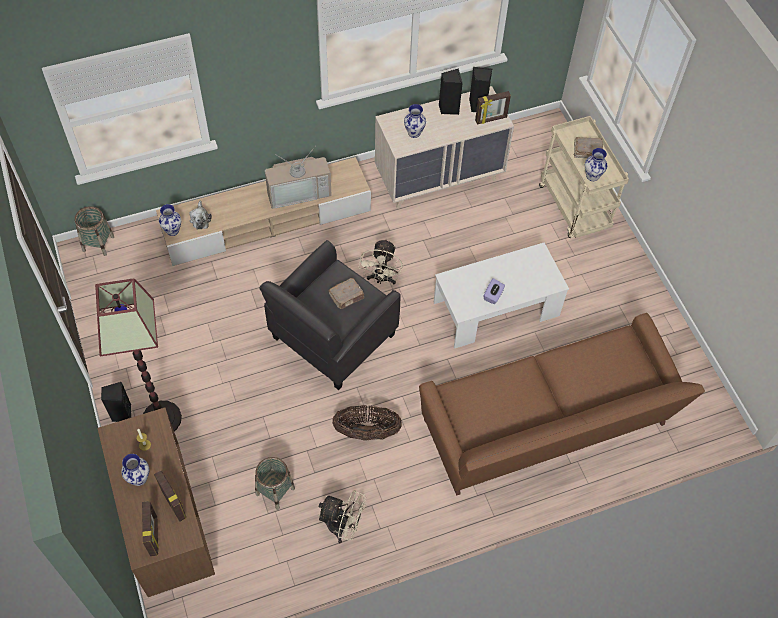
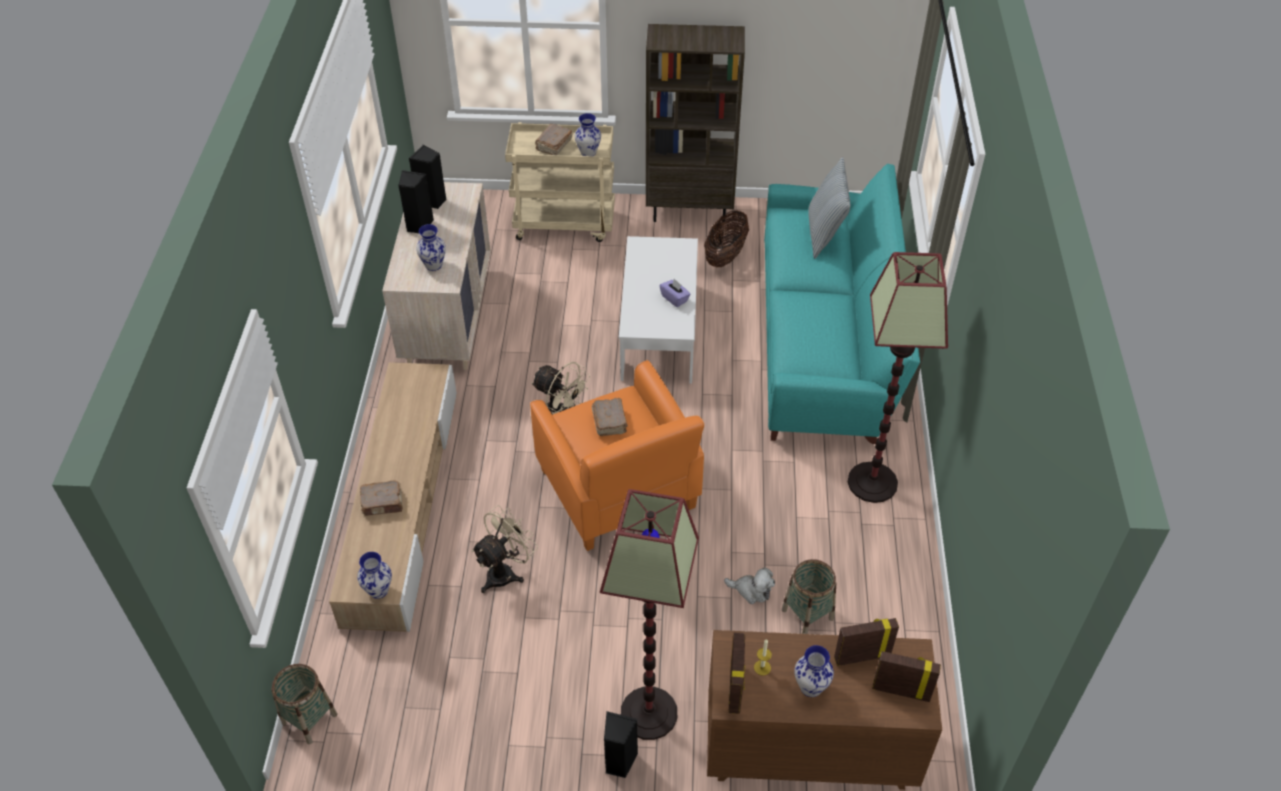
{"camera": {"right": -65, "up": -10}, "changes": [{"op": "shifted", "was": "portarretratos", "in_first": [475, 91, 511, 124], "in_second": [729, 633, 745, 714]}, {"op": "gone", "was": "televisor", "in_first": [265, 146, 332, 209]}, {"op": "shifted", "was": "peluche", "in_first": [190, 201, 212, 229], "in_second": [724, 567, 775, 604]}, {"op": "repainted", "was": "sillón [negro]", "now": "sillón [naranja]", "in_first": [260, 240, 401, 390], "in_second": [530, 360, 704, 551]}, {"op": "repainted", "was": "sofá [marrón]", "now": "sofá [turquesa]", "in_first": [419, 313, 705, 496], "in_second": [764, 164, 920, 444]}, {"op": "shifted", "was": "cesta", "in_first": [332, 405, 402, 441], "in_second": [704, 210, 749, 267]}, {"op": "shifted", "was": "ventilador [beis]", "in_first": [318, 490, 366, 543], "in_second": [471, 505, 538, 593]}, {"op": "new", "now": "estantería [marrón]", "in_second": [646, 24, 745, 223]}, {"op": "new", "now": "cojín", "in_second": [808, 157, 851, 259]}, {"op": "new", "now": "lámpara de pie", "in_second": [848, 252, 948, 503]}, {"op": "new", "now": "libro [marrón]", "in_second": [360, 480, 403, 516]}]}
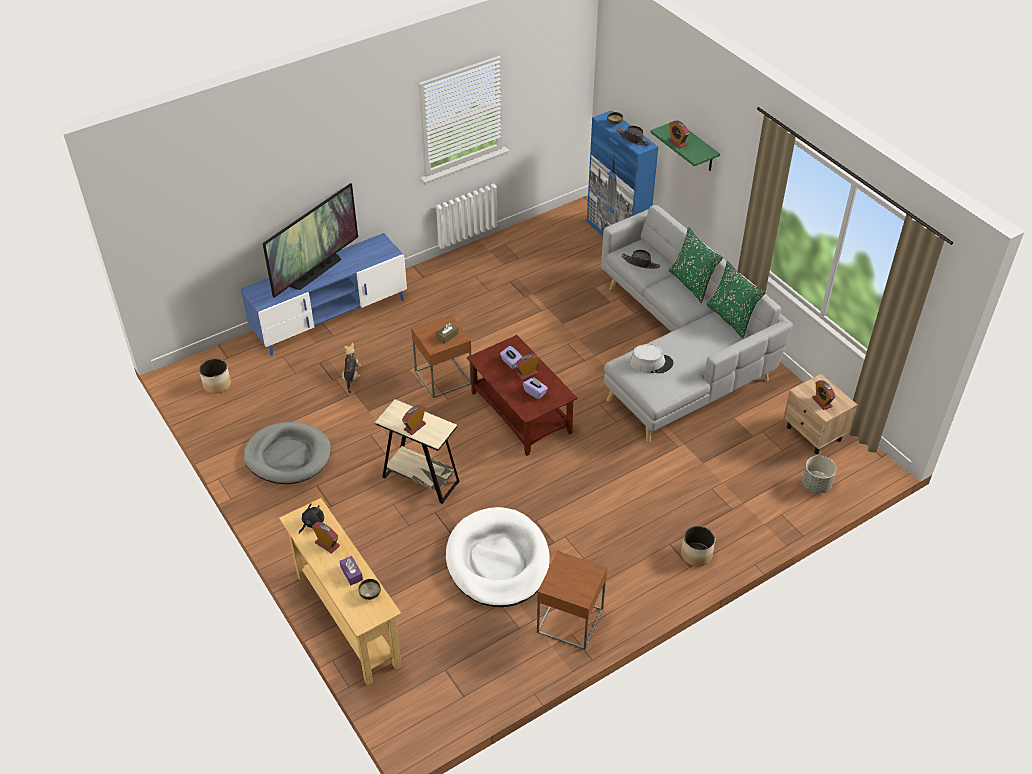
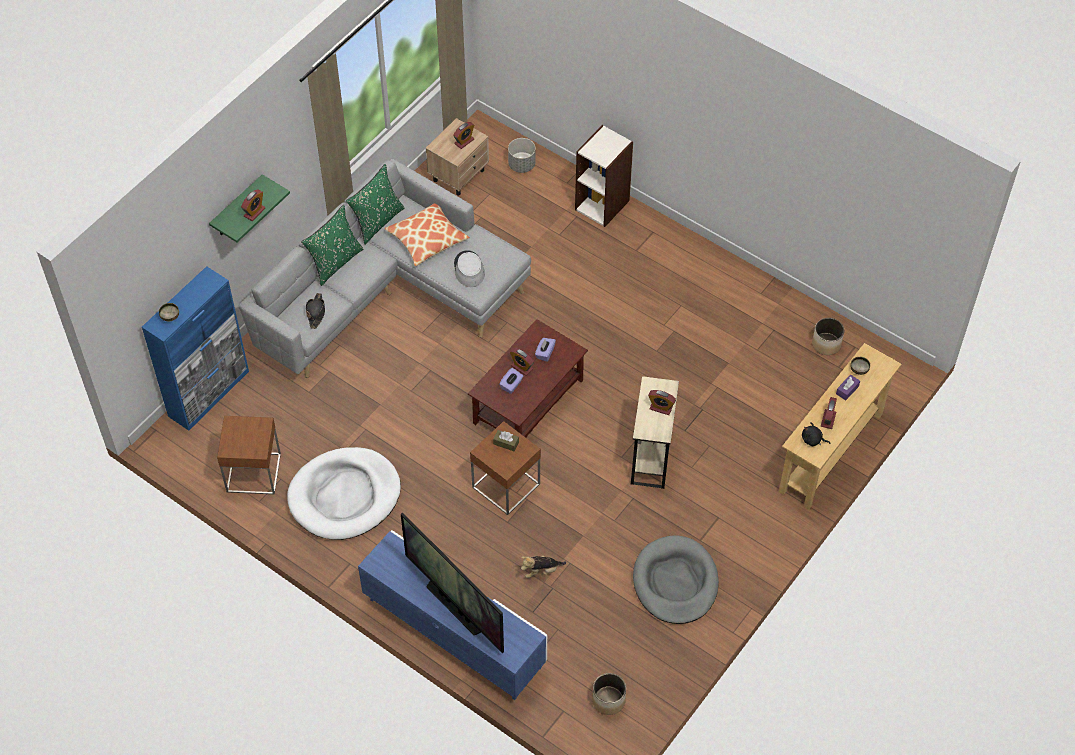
{"camera": {"right": -110, "up": 10}, "changes": [{"op": "gone", "was": "sombrero [negro]", "in_first": [616, 126, 651, 146]}, {"op": "rotated", "was": "televisor", "in_first": [263, 183, 358, 298], "in_second": [401, 513, 504, 653], "clockwise": -150}, {"op": "shifted", "was": "cama para perro [blanco]", "in_first": [446, 507, 550, 607], "in_second": [287, 447, 401, 540]}, {"op": "shifted", "was": "maceta", "in_first": [681, 526, 715, 567], "in_second": [812, 318, 844, 355]}, {"op": "shifted", "was": "mesa auxiliar [marrón]", "in_first": [537, 551, 607, 650], "in_second": [217, 416, 281, 494]}, {"op": "new", "now": "estantería", "in_second": [575, 125, 633, 227]}, {"op": "new", "now": "cojín", "in_second": [385, 204, 470, 266]}]}
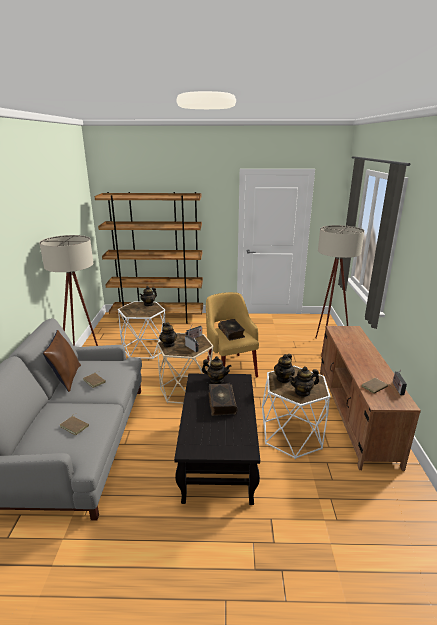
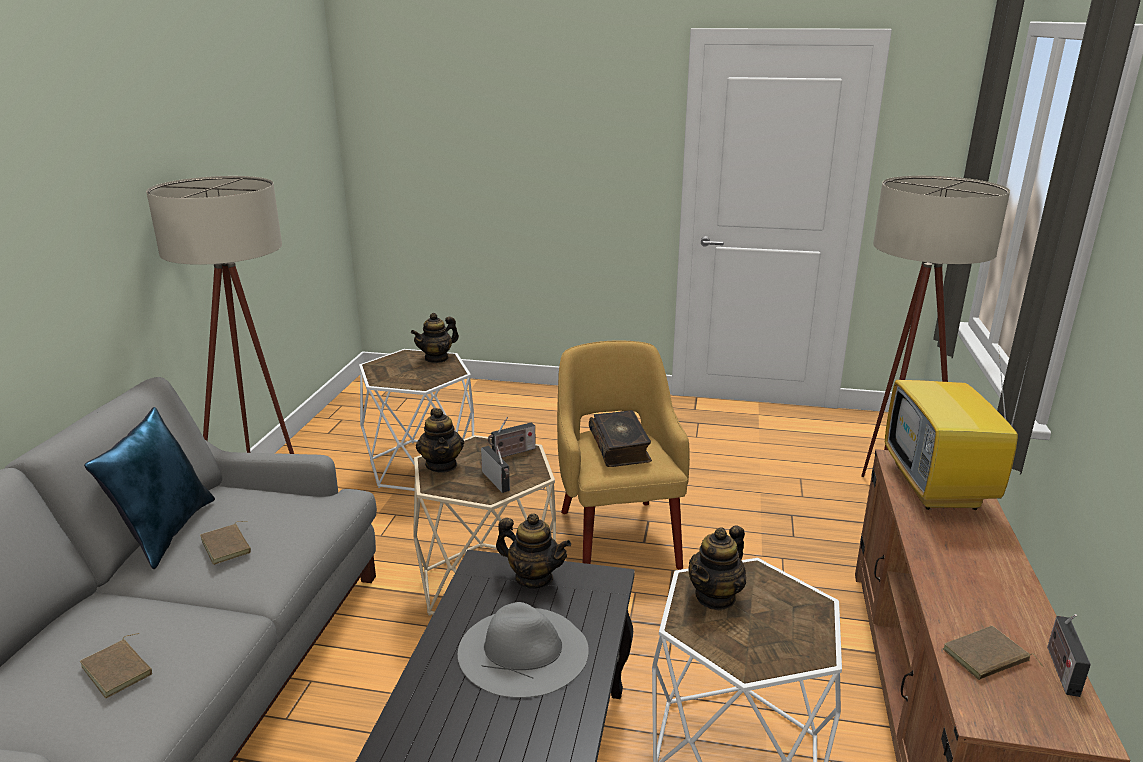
{"camera": {"right": 10, "up": 0}, "changes": [{"op": "gone", "was": "estantería [marrón]", "in_first": [94, 192, 203, 324]}, {"op": "repainted", "was": "cojín [marrón]", "now": "cojín [azul]", "in_first": [43, 330, 81, 392], "in_second": [84, 407, 215, 569]}, {"op": "gone", "was": "tetera", "in_first": [289, 366, 319, 397]}, {"op": "swapped", "was": "libro", "now": "sombrero [gris]", "in_first": [208, 384, 238, 416], "in_second": [458, 602, 589, 698]}, {"op": "new", "now": "televisor", "in_second": [885, 345, 1030, 510]}]}
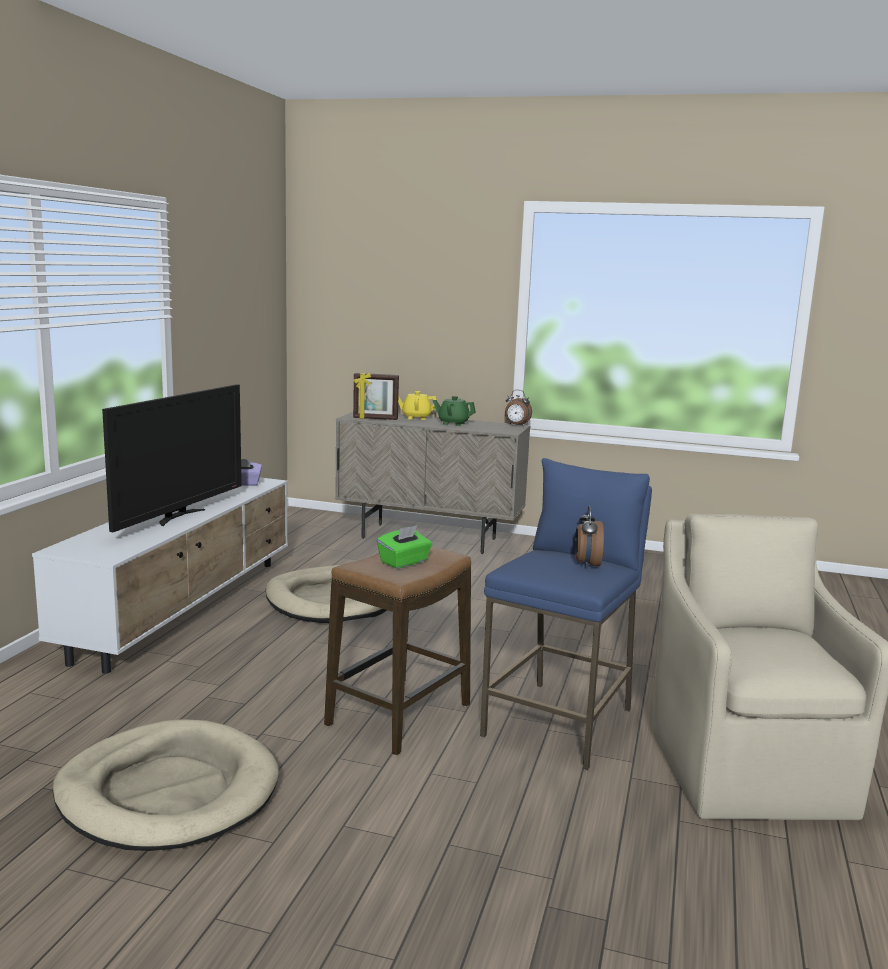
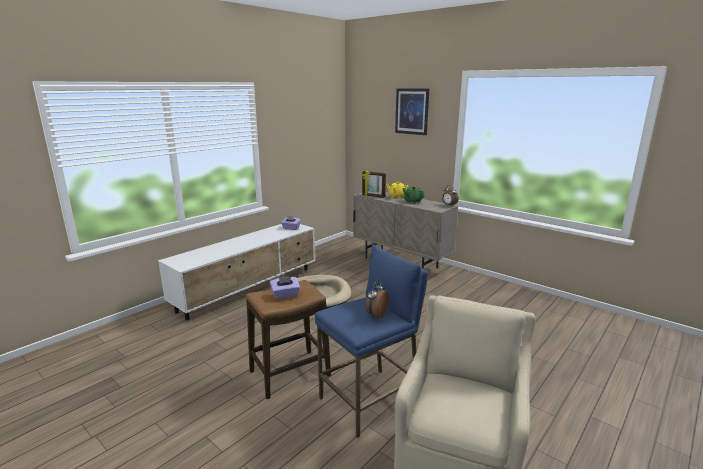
{"camera": {"right": 25, "up": 5}, "changes": [{"op": "gone", "was": "televisor", "in_first": [102, 384, 242, 532]}, {"op": "repainted", "was": "caja de pañuelos [verde]", "now": "caja de pañuelos [morado]", "in_first": [377, 525, 432, 569], "in_second": [270, 277, 300, 299]}, {"op": "gone", "was": "cama para perro [beis]", "in_first": [52, 719, 279, 851]}, {"op": "new", "now": "cuadro", "in_second": [395, 88, 429, 135]}]}
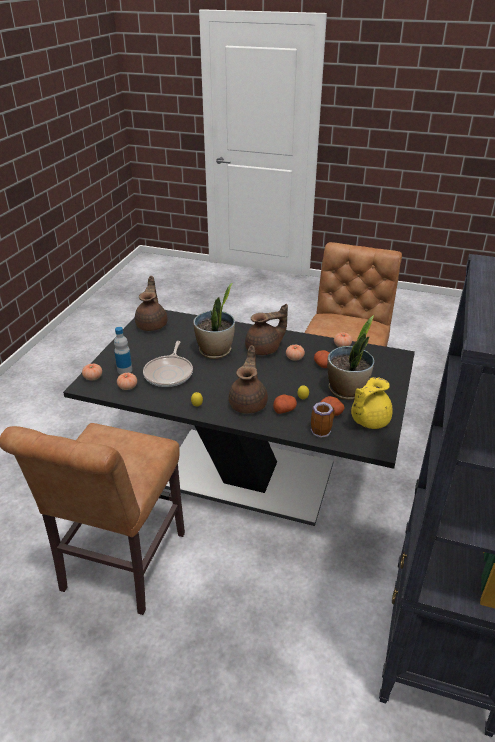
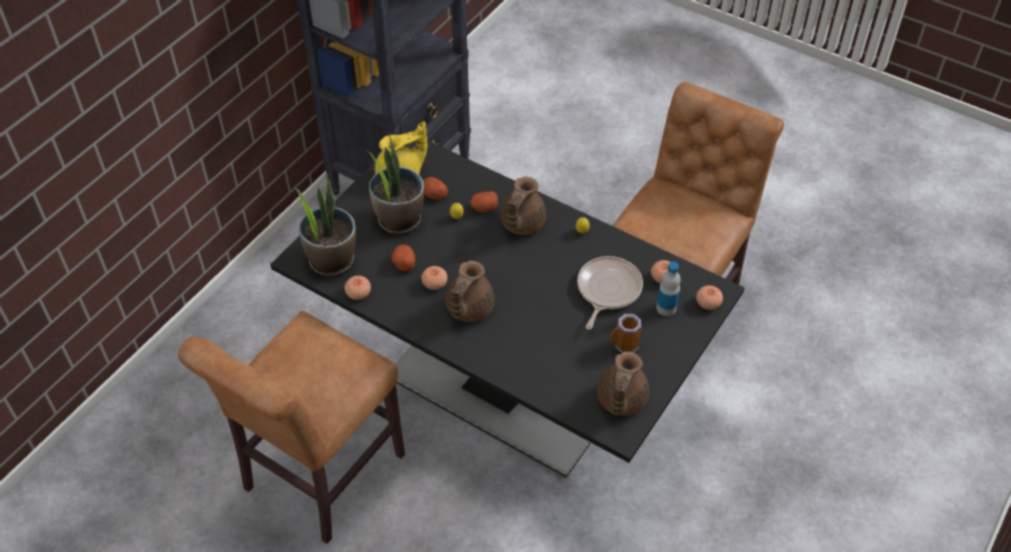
{"camera": {"right": -165, "up": 15}, "changes": [{"op": "shifted", "was": "planta en maceta", "in_first": [193, 283, 235, 359], "in_second": [293, 173, 356, 276]}, {"op": "rotated", "was": "tetera [marrón]", "in_first": [245, 304, 288, 355], "in_second": [446, 261, 495, 322], "clockwise": -60}, {"op": "shifted", "was": "taza grande", "in_first": [311, 402, 335, 438], "in_second": [610, 314, 642, 353]}]}
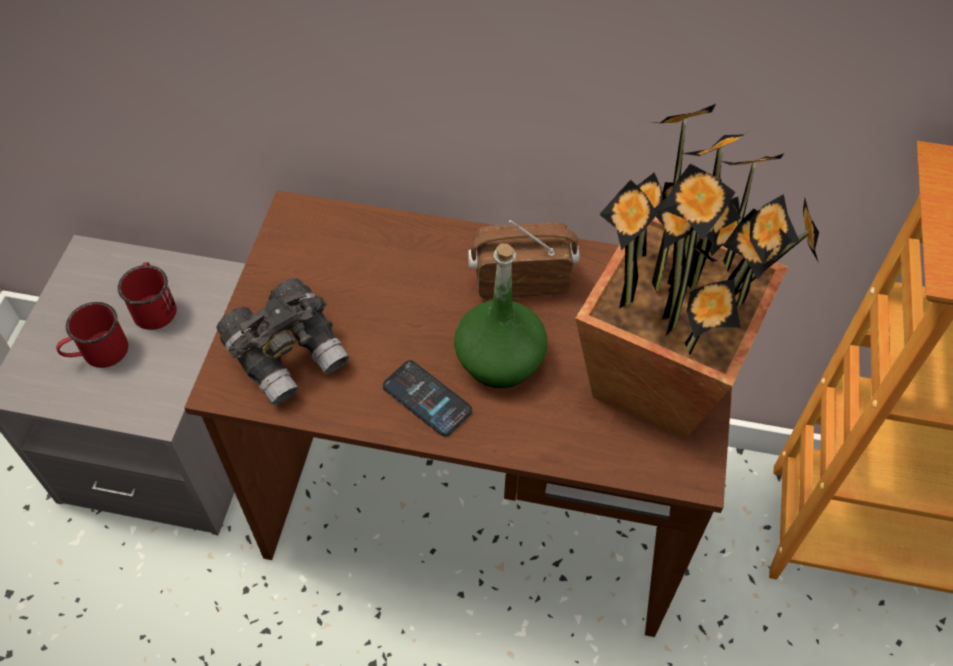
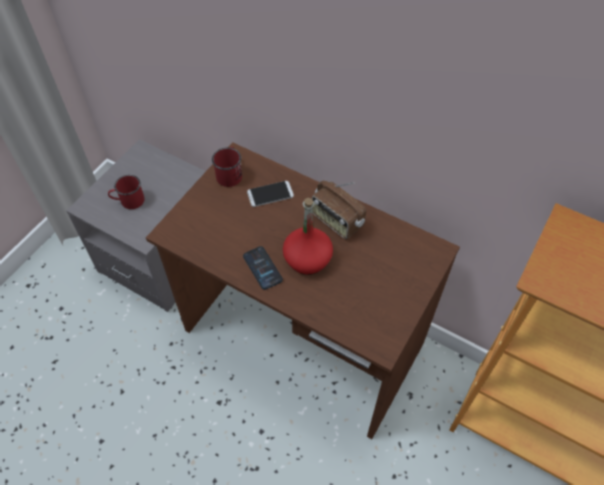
{"camera": {"right": 20, "up": 0}, "changes": [{"op": "gone", "was": "planta en maceta", "in_first": [575, 104, 819, 440]}, {"op": "rotated", "was": "radio", "in_first": [468, 220, 579, 299], "in_second": [312, 181, 366, 239], "clockwise": -150}, {"op": "repainted", "was": "botella [verde]", "now": "botella [rojo]", "in_first": [454, 243, 547, 388], "in_second": [283, 198, 333, 275]}, {"op": "shifted", "was": "taza grande [rojo]", "in_first": [118, 262, 177, 330], "in_second": [212, 147, 242, 187]}, {"op": "gone", "was": "prismáticos [gris]", "in_first": [216, 278, 350, 405]}, {"op": "new", "now": "móvil", "in_second": [247, 181, 294, 207]}]}
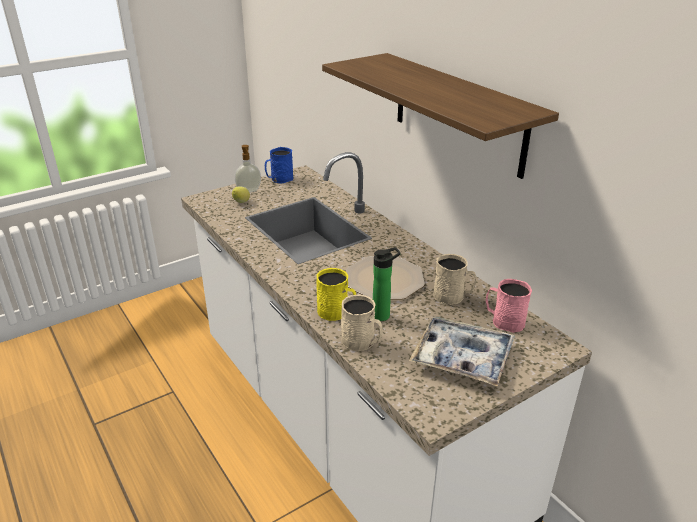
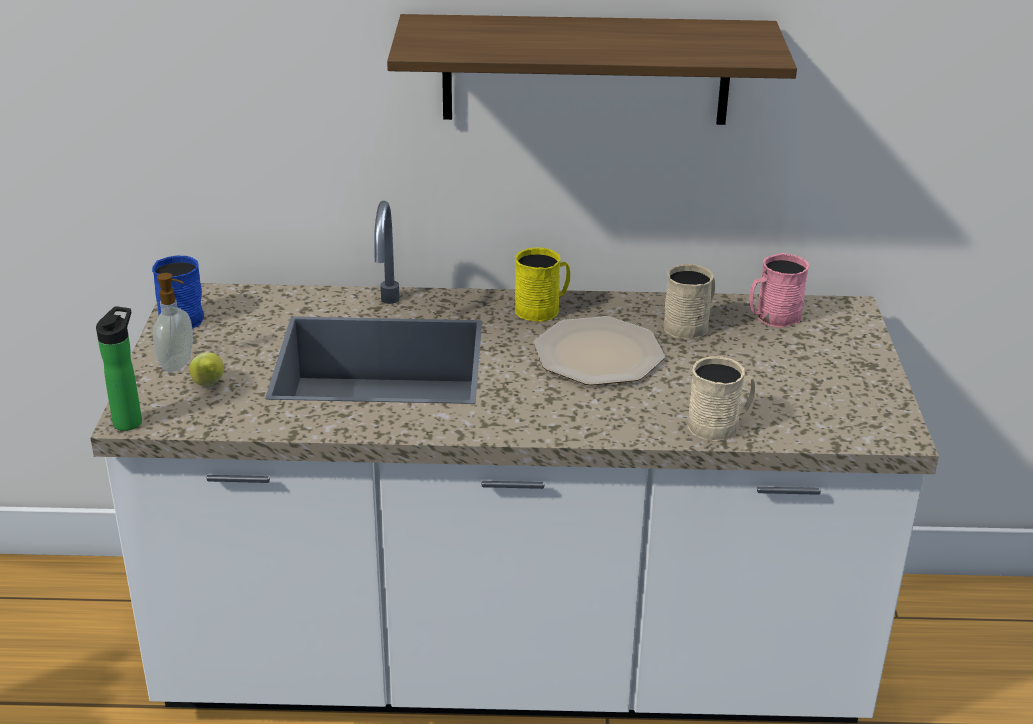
{"camera": {"right": -55, "up": 0}, "changes": [{"op": "shifted", "was": "botella", "in_first": [373, 247, 401, 321], "in_second": [96, 306, 142, 431]}, {"op": "shifted", "was": "taza grande [amarillo]", "in_first": [317, 268, 356, 321], "in_second": [515, 247, 570, 322]}, {"op": "gone", "was": "bandeja", "in_first": [409, 316, 515, 387]}]}
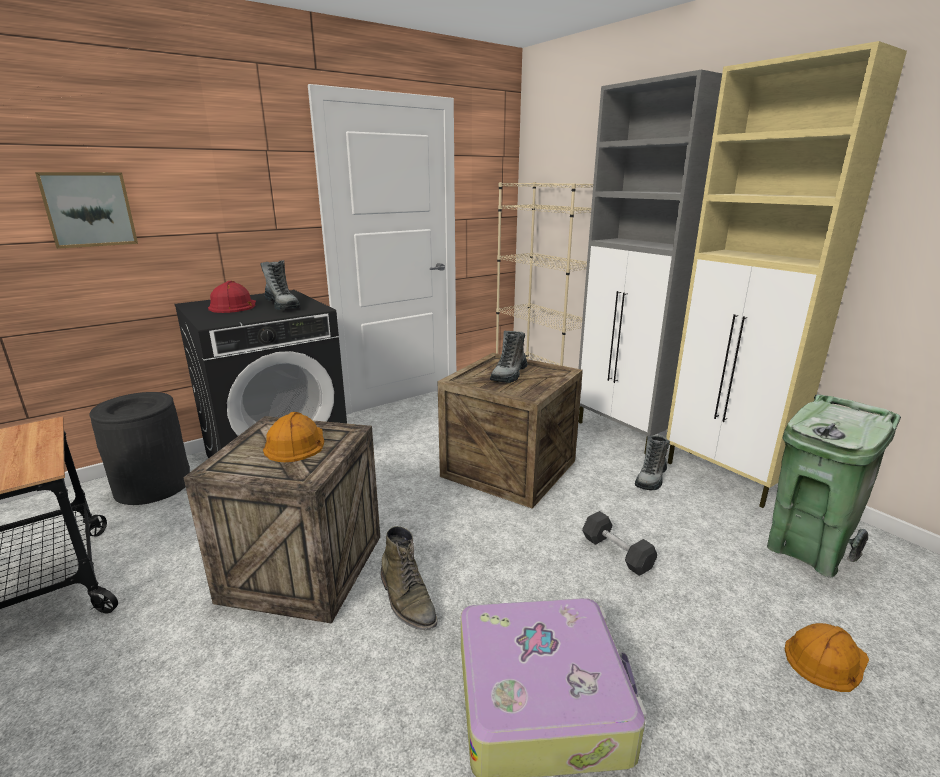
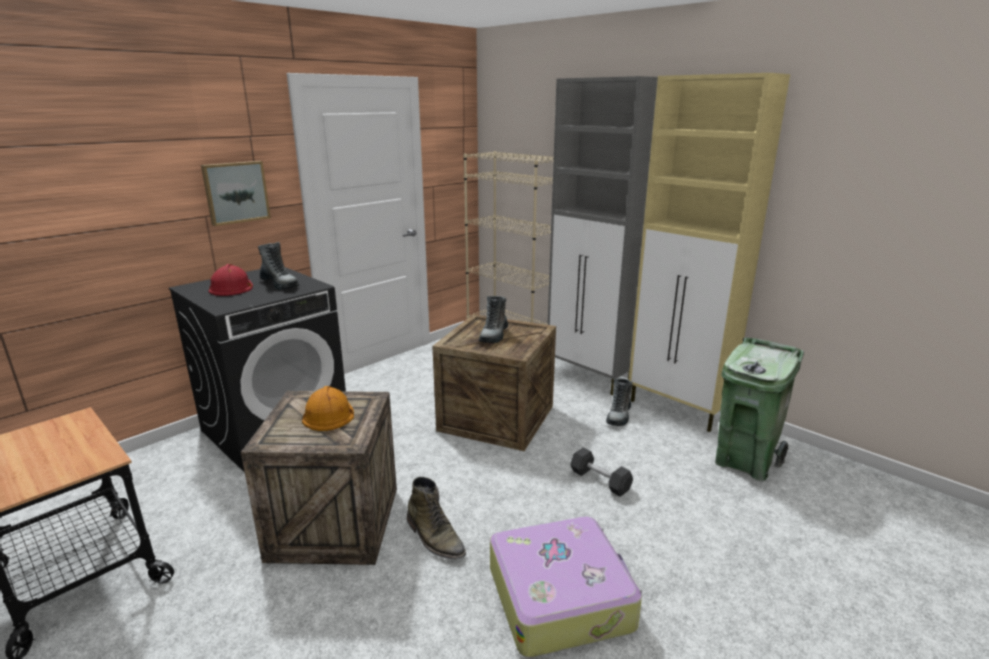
{"camera": {"right": -10, "up": 0}, "changes": [{"op": "shifted", "was": "cuadro", "in_first": [35, 172, 138, 249], "in_second": [201, 161, 271, 226]}, {"op": "gone", "was": "papelera [negro]", "in_first": [89, 392, 190, 505]}, {"op": "gone", "was": "casco [naranja]", "in_first": [785, 623, 869, 692]}]}
